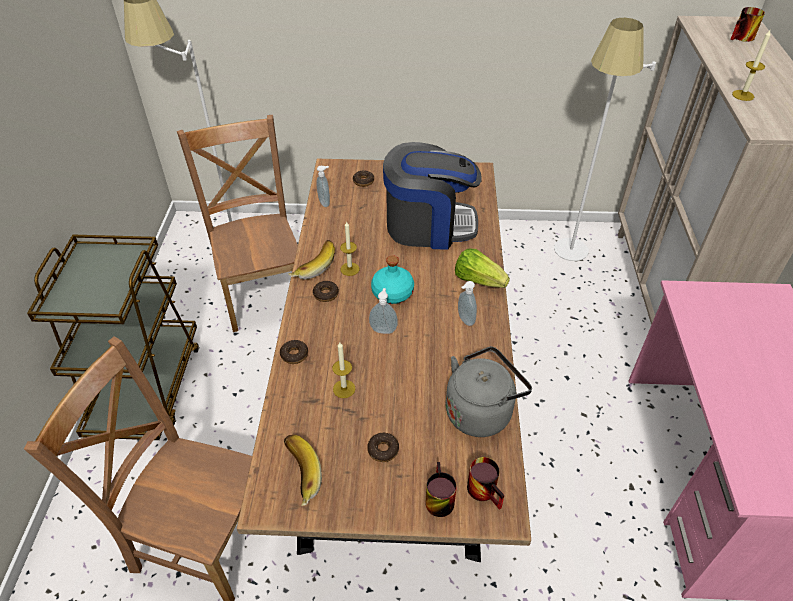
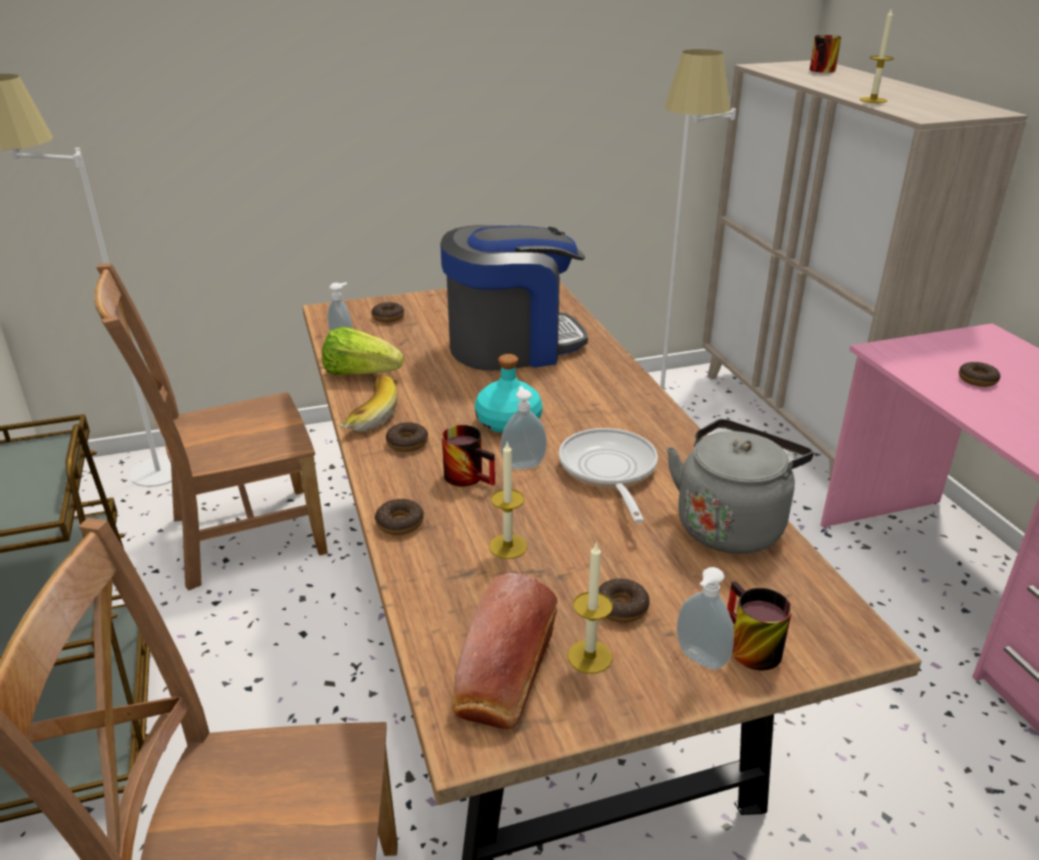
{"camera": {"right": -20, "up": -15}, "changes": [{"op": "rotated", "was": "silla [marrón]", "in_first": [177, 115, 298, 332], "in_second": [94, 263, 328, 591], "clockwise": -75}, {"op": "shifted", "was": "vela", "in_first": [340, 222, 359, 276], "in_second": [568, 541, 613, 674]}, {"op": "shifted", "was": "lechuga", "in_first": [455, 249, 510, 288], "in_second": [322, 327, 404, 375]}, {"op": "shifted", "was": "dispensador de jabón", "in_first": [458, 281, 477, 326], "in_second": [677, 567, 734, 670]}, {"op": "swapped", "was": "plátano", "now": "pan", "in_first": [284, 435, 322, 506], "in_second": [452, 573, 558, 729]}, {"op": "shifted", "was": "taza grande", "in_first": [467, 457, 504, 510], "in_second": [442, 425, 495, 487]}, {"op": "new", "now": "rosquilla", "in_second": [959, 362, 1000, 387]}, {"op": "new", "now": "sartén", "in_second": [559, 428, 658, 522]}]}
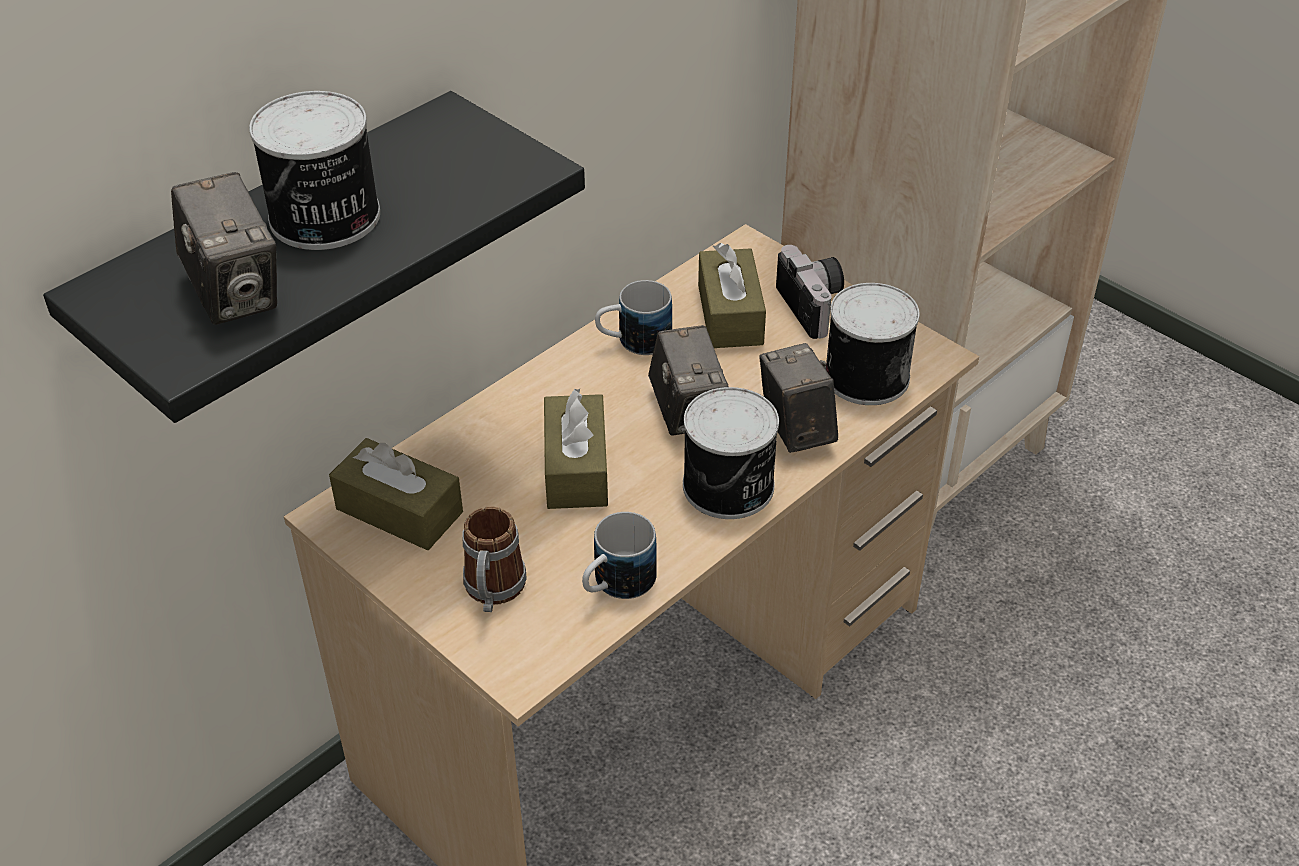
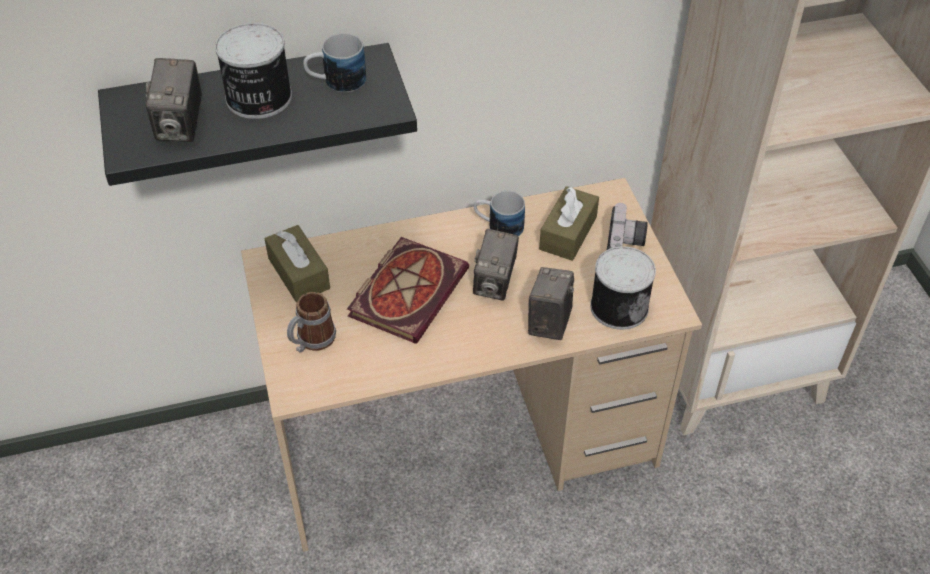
{"camera": {"right": 30, "up": 5}, "changes": [{"op": "gone", "was": "lata", "in_first": [683, 387, 779, 519]}, {"op": "swapped", "was": "caja de pañuelos [marrón]", "now": "libro", "in_first": [544, 389, 608, 509], "in_second": [347, 237, 469, 344]}, {"op": "shifted", "was": "taza grande", "in_first": [582, 512, 657, 599], "in_second": [303, 33, 366, 93]}]}
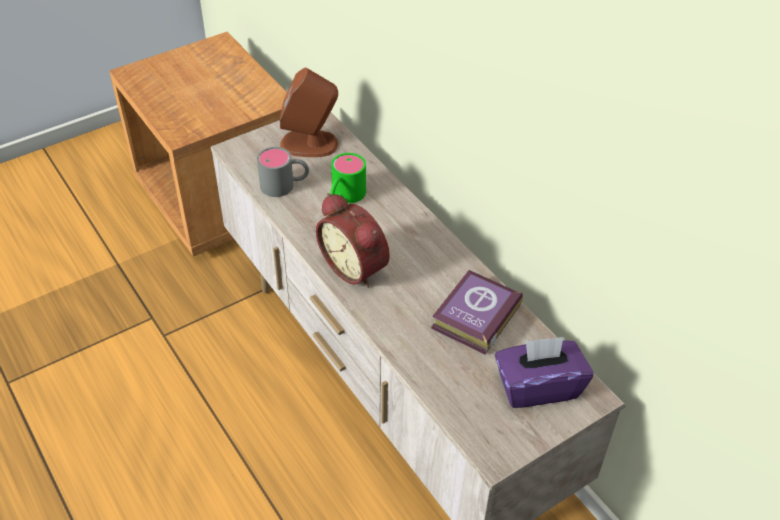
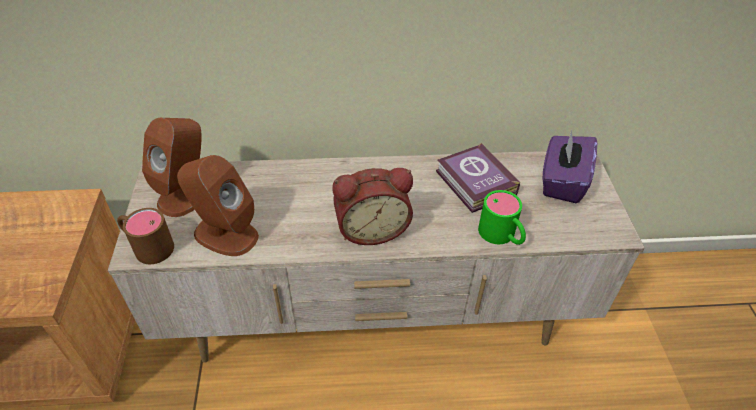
{"camera": {"right": -60, "up": 0}, "changes": [{"op": "swapped", "was": "taza grande [gris]", "now": "altavoz [marrón]", "in_first": [257, 147, 309, 197], "in_second": [177, 155, 259, 256]}, {"op": "shifted", "was": "taza grande [verde]", "in_first": [330, 153, 366, 203], "in_second": [478, 190, 526, 245]}, {"op": "new", "now": "taza grande [marrón]", "in_second": [117, 208, 174, 264]}]}
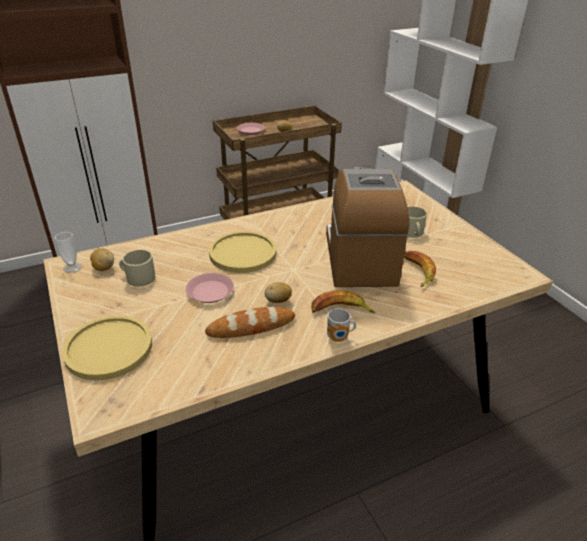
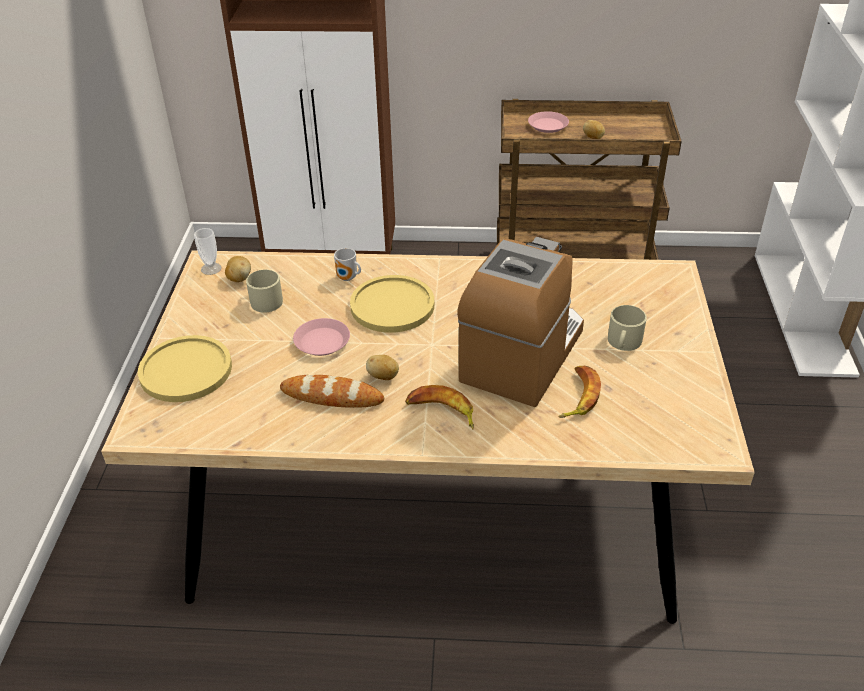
{"camera": {"right": 30, "up": 5}, "changes": [{"op": "shifted", "was": "taza grande", "in_first": [327, 308, 356, 342], "in_second": [334, 248, 361, 281]}]}
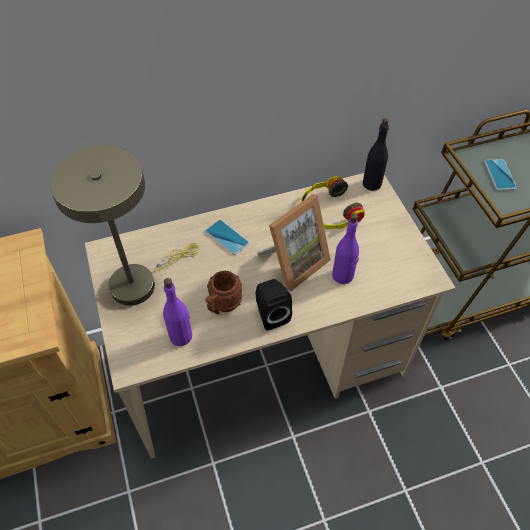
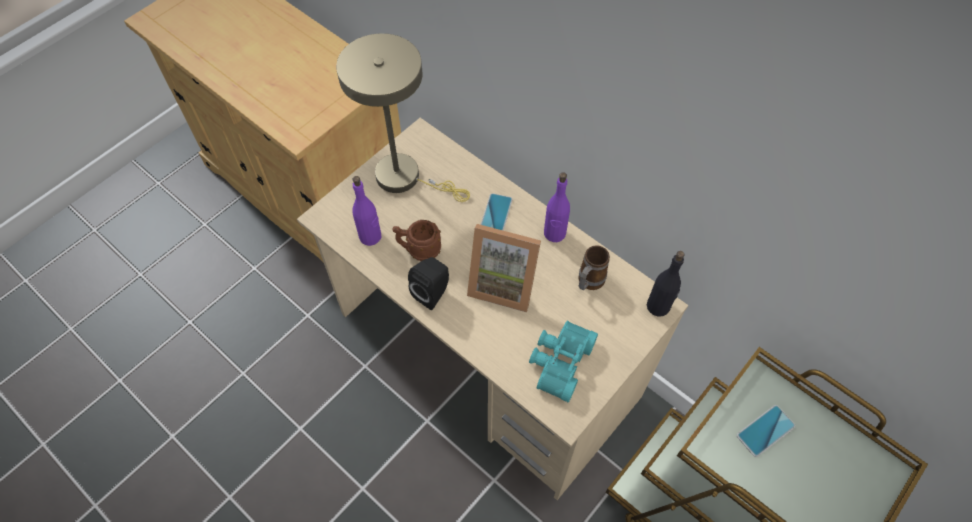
{"camera": {"right": 60, "up": 5}, "changes": [{"op": "swapped", "was": "auriculares", "now": "taza grande", "in_first": [301, 176, 365, 229], "in_second": [578, 245, 610, 290]}, {"op": "shifted", "was": "botella [morado]", "in_first": [332, 213, 359, 284], "in_second": [544, 172, 570, 242]}, {"op": "new", "now": "prismáticos [turquesa]", "in_second": [529, 321, 598, 402]}]}
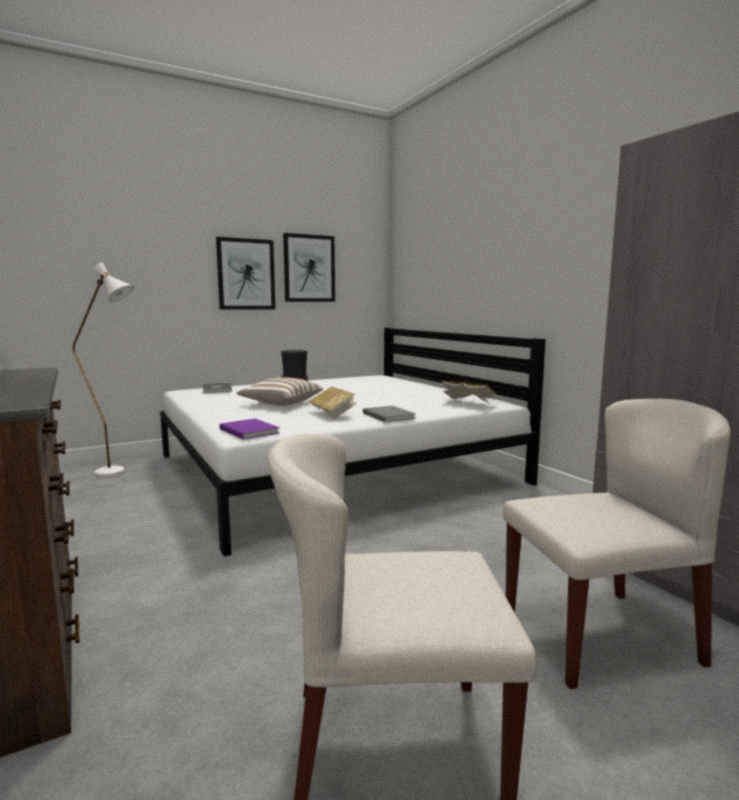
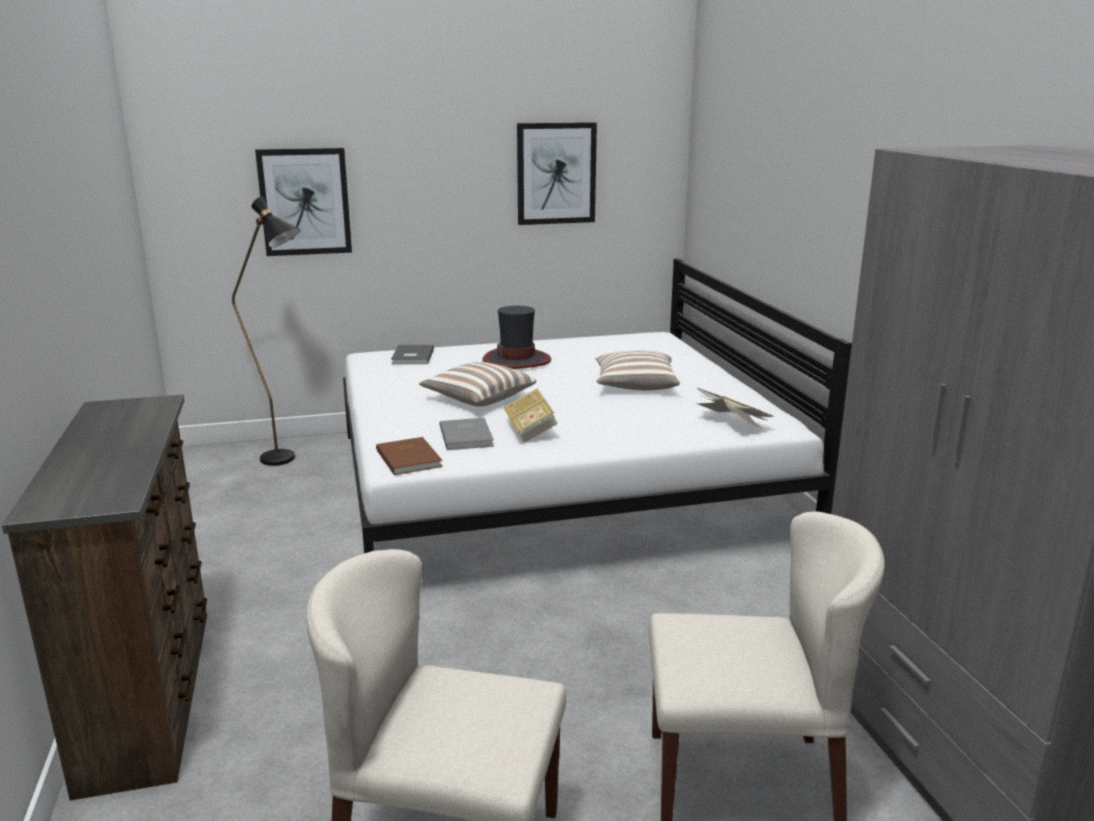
{"camera": {"right": 15, "up": 10}, "changes": [{"op": "shifted", "was": "cuadro", "in_first": [216, 237, 276, 310], "in_second": [255, 148, 352, 256]}, {"op": "repainted", "was": "lámpara de pie [blanco]", "now": "lámpara de pie [negro]", "in_first": [73, 263, 134, 477], "in_second": [232, 197, 300, 466]}, {"op": "shifted", "was": "libro [gris]", "in_first": [363, 406, 416, 422], "in_second": [439, 418, 494, 450]}, {"op": "repainted", "was": "libro [morado]", "now": "libro [marrón]", "in_first": [219, 419, 280, 440], "in_second": [376, 437, 443, 475]}, {"op": "new", "now": "cojín", "in_second": [596, 351, 680, 390]}]}
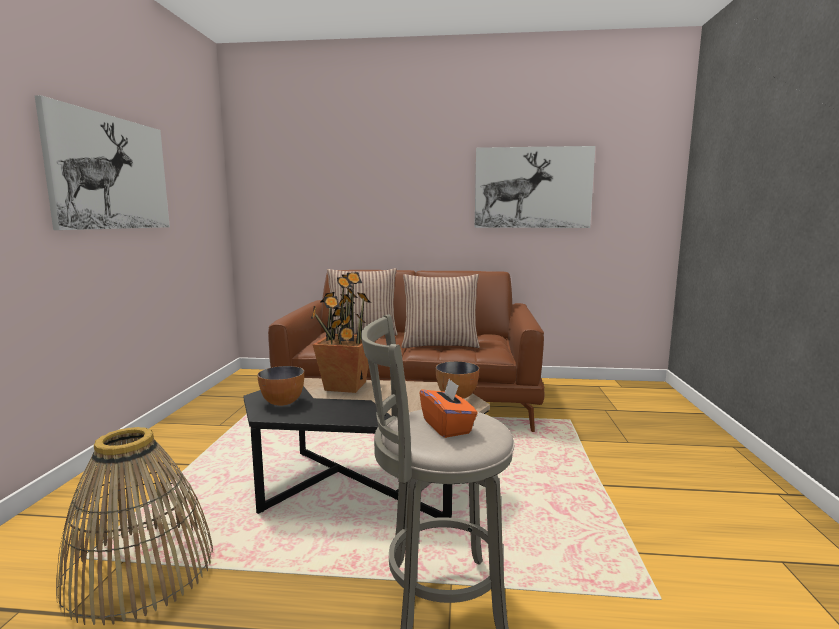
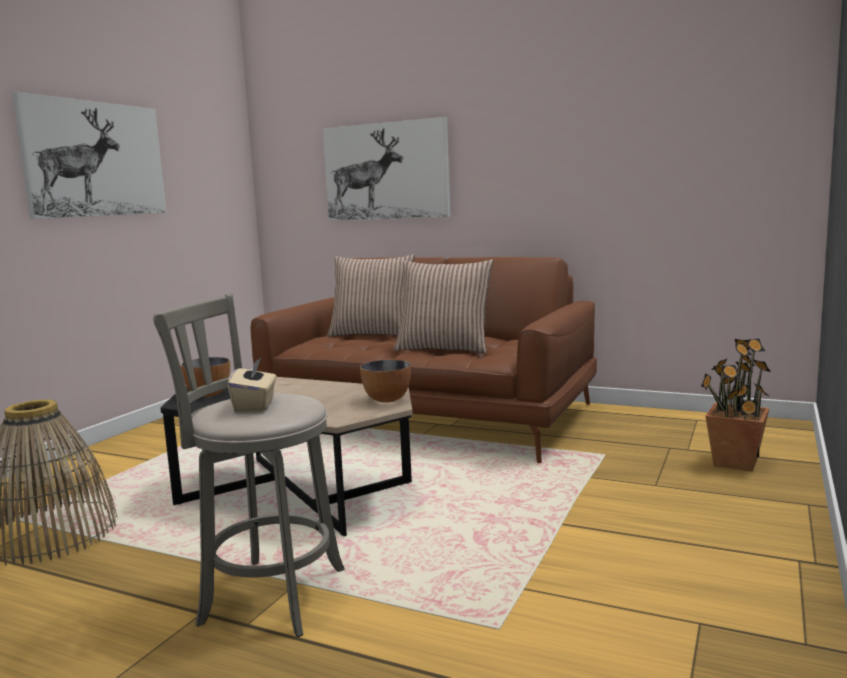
{"camera": {"right": 20, "up": 0}, "changes": [{"op": "shifted", "was": "cuadro", "in_first": [474, 146, 595, 228], "in_second": [323, 117, 450, 221]}, {"op": "shifted", "was": "planta en maceta", "in_first": [311, 272, 371, 393], "in_second": [701, 339, 771, 471]}, {"op": "repainted", "was": "caja de pañuelos [naranja]", "now": "caja de pañuelos [beis]", "in_first": [420, 379, 478, 438], "in_second": [228, 357, 276, 413]}]}
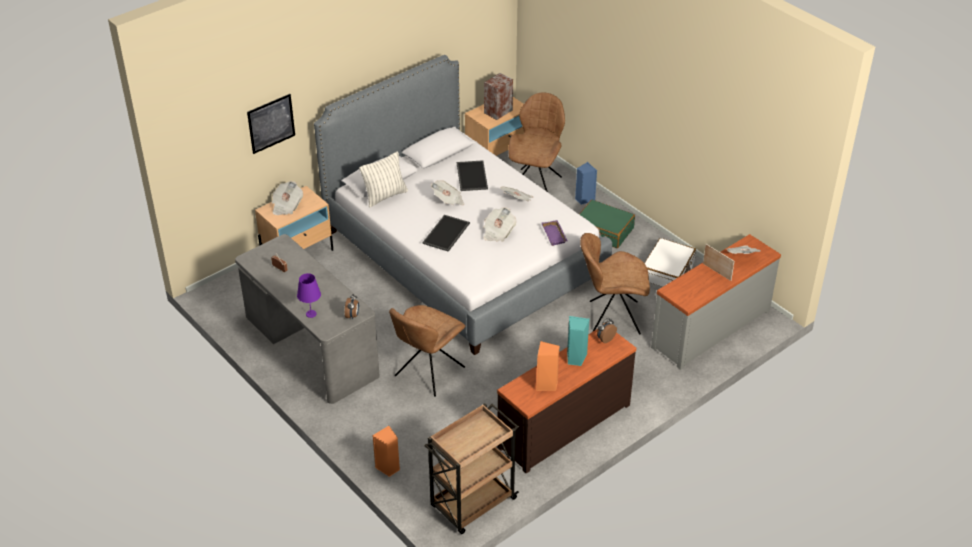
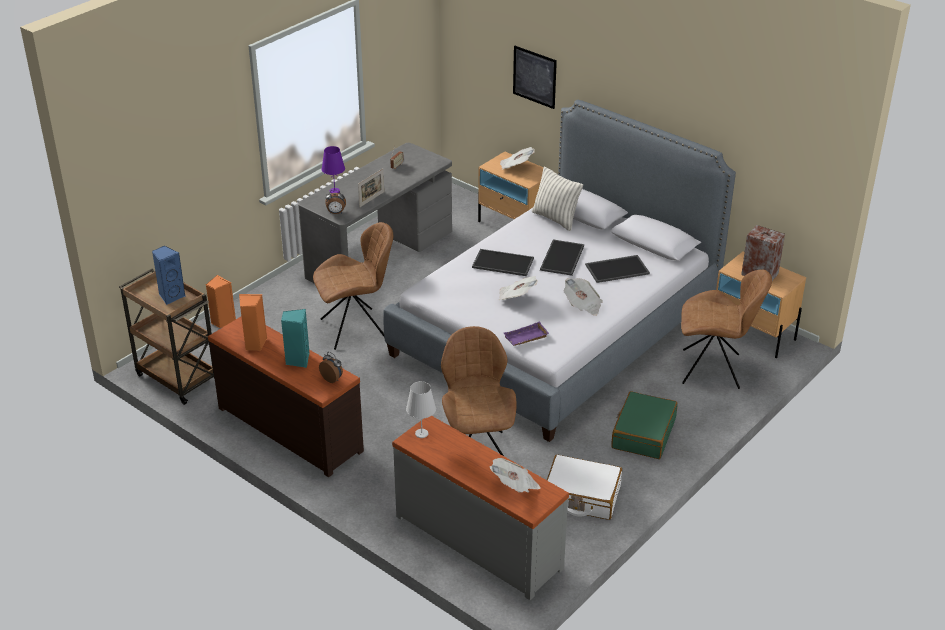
{"camera": {"right": 80, "up": -5}, "changes": [{"op": "shifted", "was": "altavoz [azul]", "in_first": [575, 162, 597, 205], "in_second": [152, 246, 185, 305]}, {"op": "swapped", "was": "periódico", "now": "bandeja", "in_first": [431, 180, 465, 205], "in_second": [540, 239, 584, 276]}, {"op": "shifted", "was": "portarretratos", "in_first": [703, 244, 734, 281], "in_second": [358, 169, 384, 208]}, {"op": "rotated", "was": "silla [marrón]", "in_first": [389, 305, 465, 397], "in_second": [313, 222, 393, 350], "clockwise": 135}, {"op": "new", "now": "lámpara de mesa [blanco]", "in_second": [406, 381, 436, 438]}]}
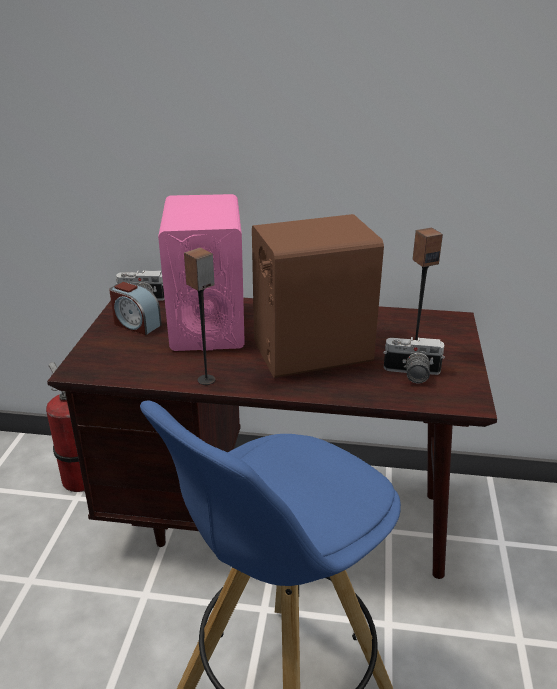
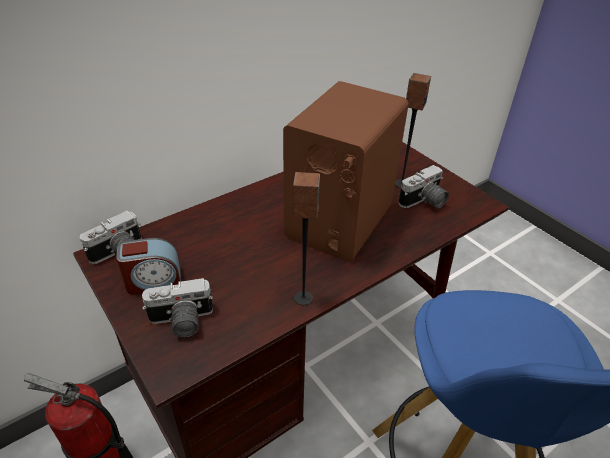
{"camera": {"right": -45, "up": 10}, "changes": [{"op": "gone", "was": "altavoz [rosa]", "in_first": [158, 194, 245, 351]}, {"op": "new", "now": "cámara", "in_second": [142, 278, 213, 337]}]}
